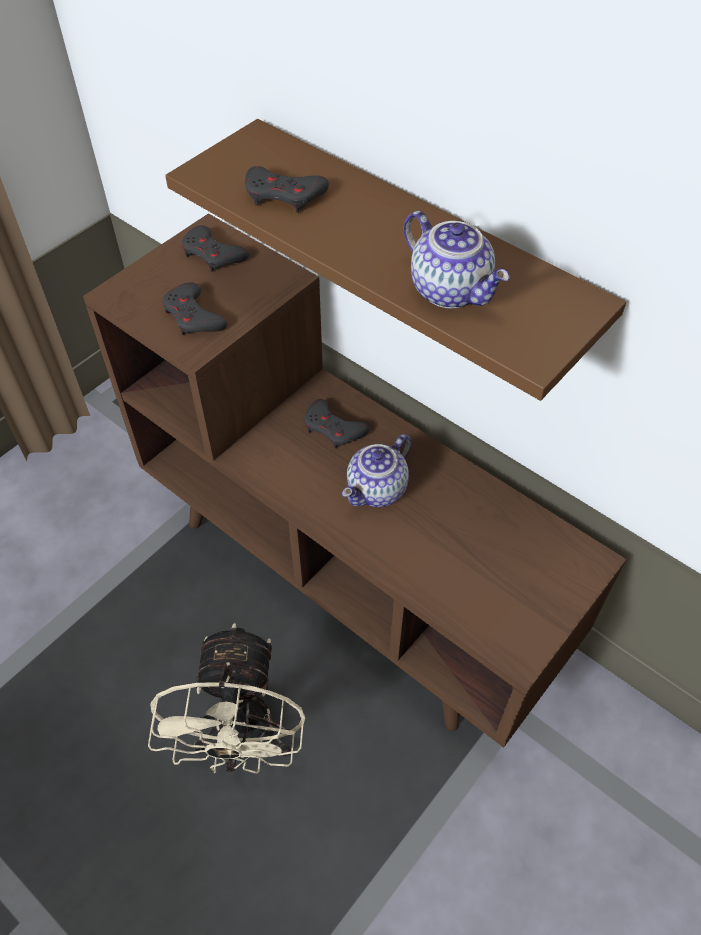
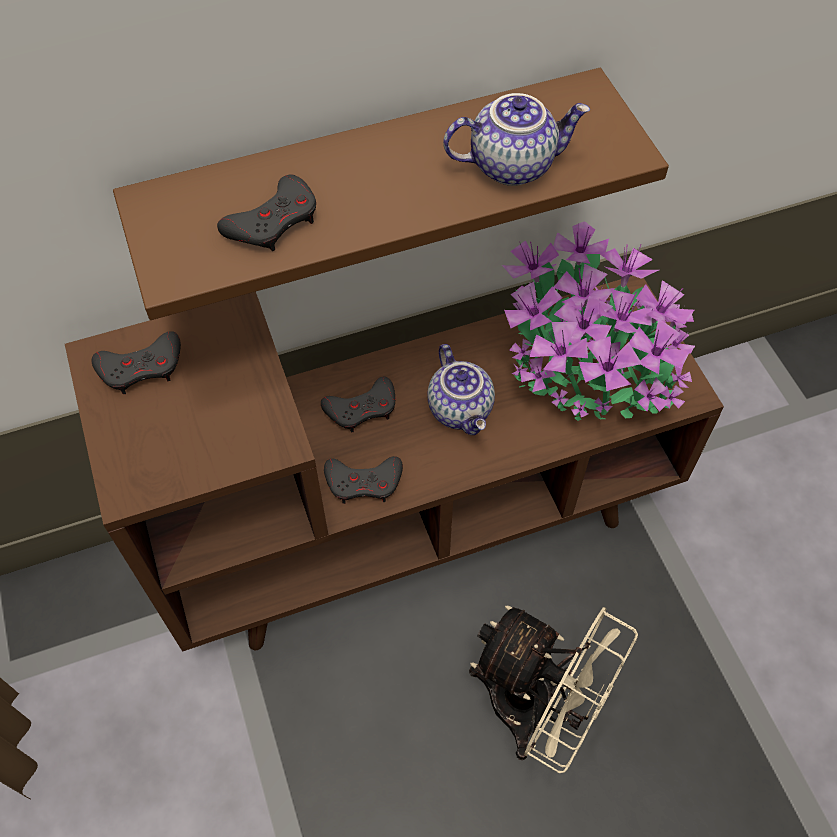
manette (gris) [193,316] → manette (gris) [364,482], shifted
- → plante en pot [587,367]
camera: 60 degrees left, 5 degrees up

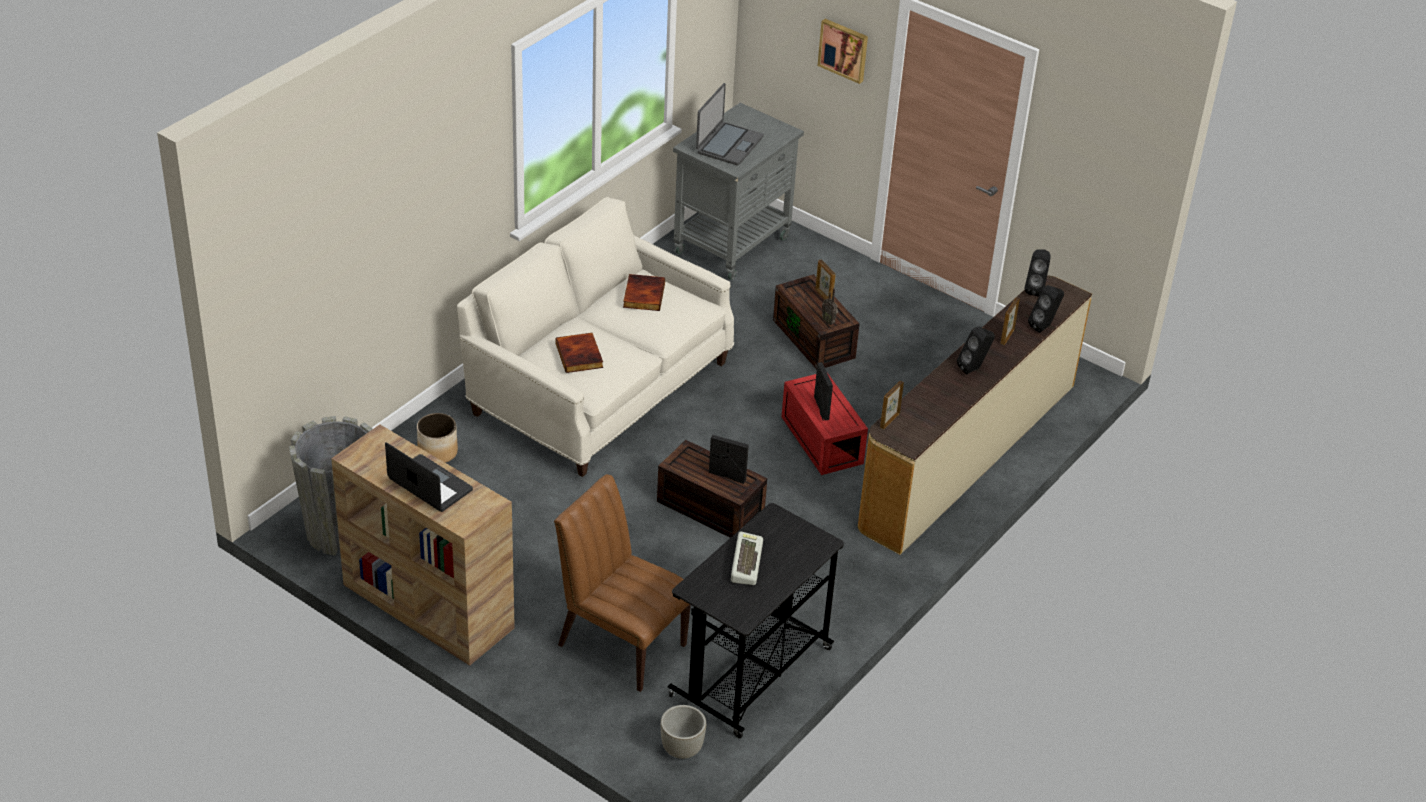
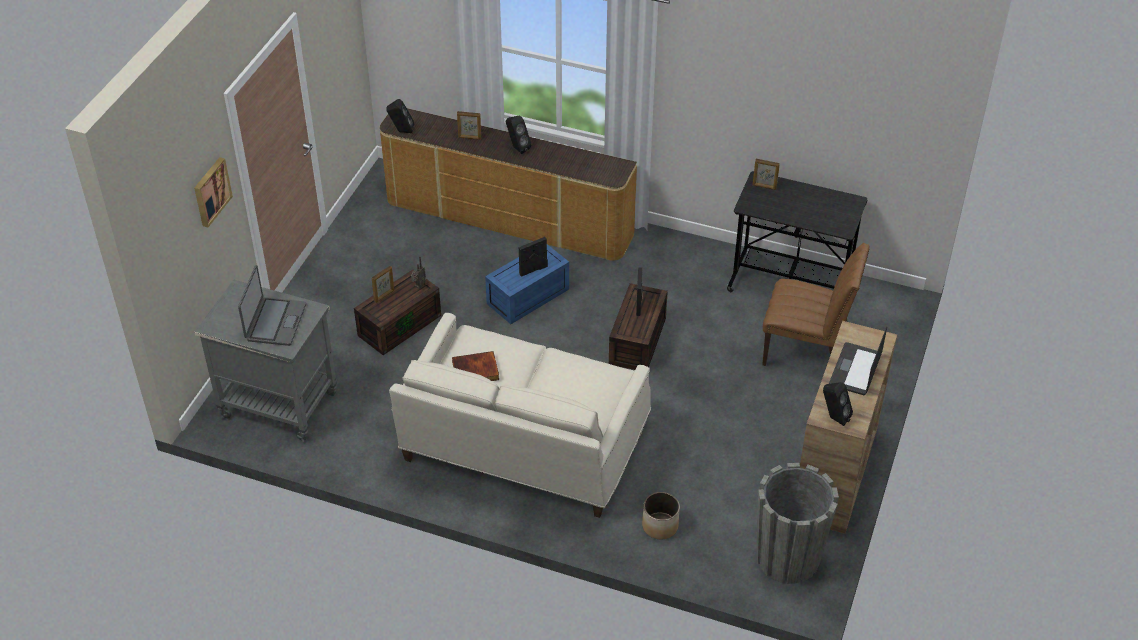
chaise (marron) [623,645] → chaise (marron) [805,353], 90 degrees counterclockwise
livre [580,355] → -
cache-pot (gris) [681,749] → -
ordinateur portable [729,144] → ordinateur portable [275,322], 90 degrees clockwise
clavier [745,562] → -
boîte de rangement (rouge) [820,439] → boîte de rangement (bleu) [528,297]
cadre photo [889,420] → cadre photo [764,187], shifted
enceinte (noir) [1044,326] → enceinte (noir) [834,418], shifted
camera: 105 degrees left, 5 degrees up

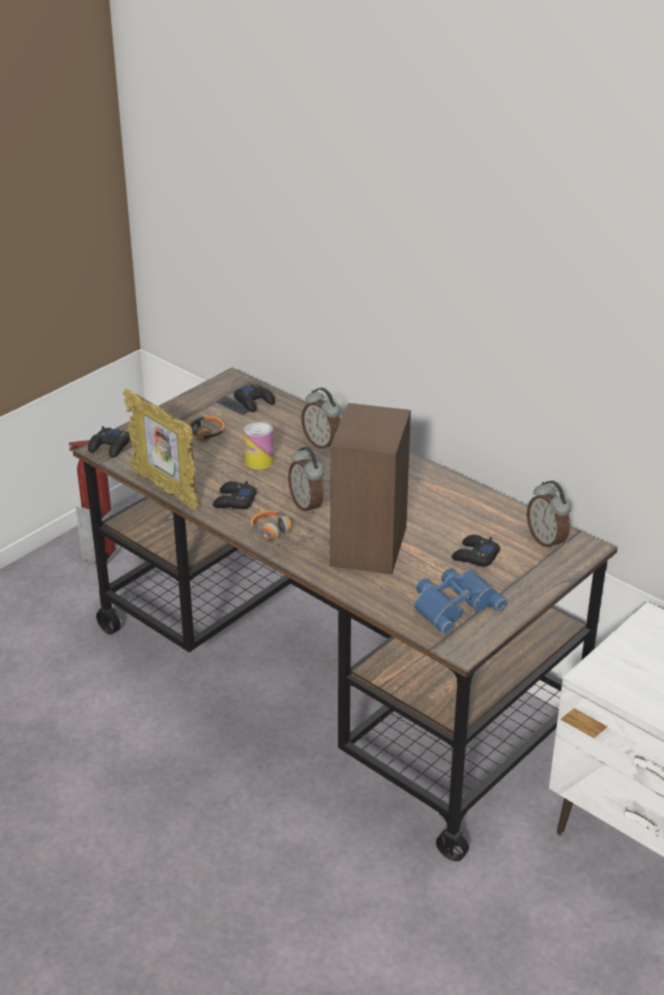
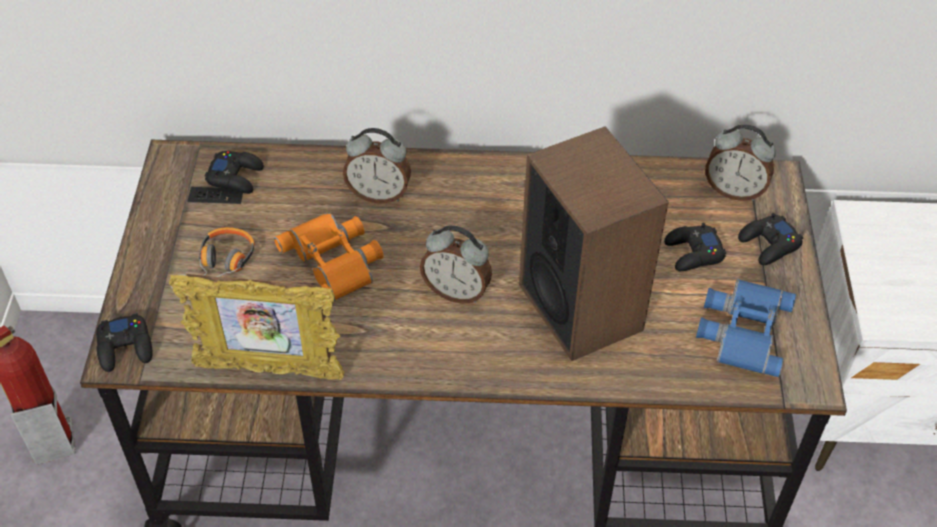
manette (noir) [234,501] → manette (noir) [769,244], shifted
boîte métallique [259,461] → jumelles (orange) [335,260]
casque audio [279,538] → -
camera: 40 degrees left, 15 degrees up

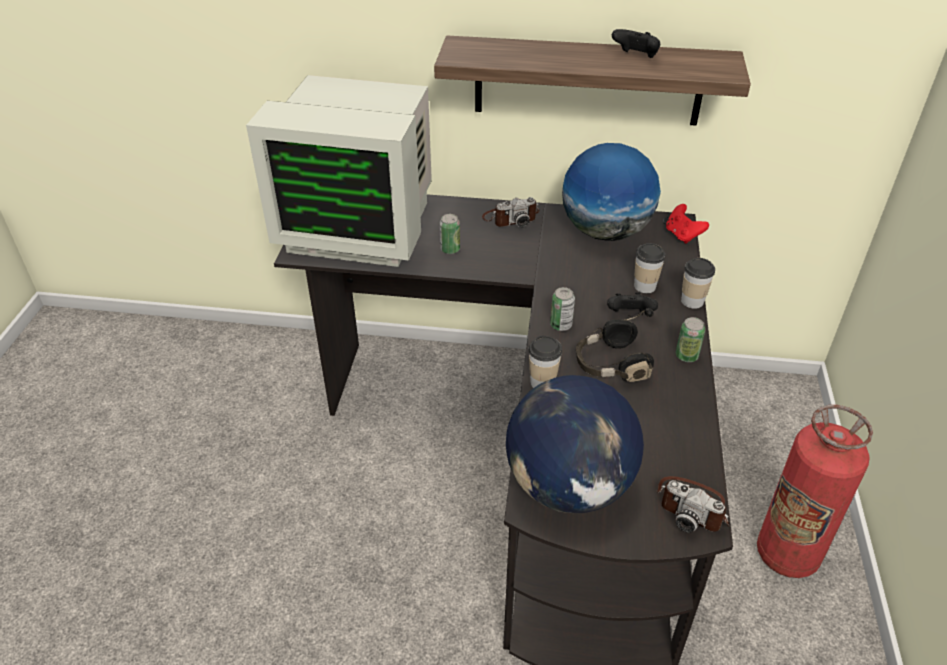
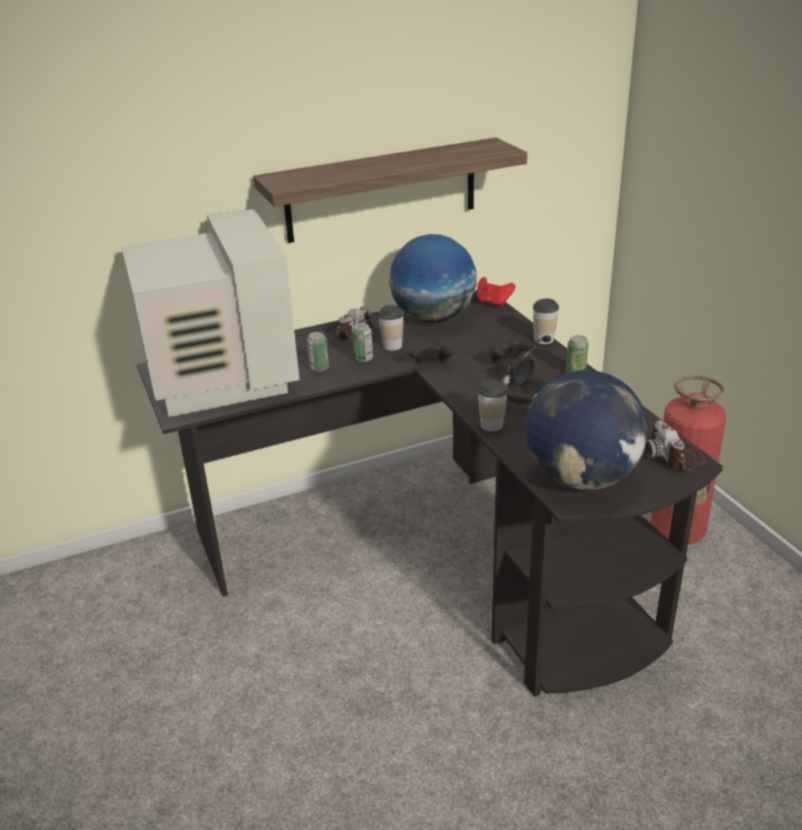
écran d'ordinateur [359,226] → écran d'ordinateur [218,377], 90 degrees counterclockwise
boîte métallique [561,325] → boîte métallique [363,359], shifted
manette (noir) [635,57] → manette (noir) [431,365], shifted
tasse [645,286] → tasse [392,346], shifted
appareil photo [692,506] → appareil photo [675,455], 75 degrees clockwise
camera: 30 degrees left, 10 degrees down

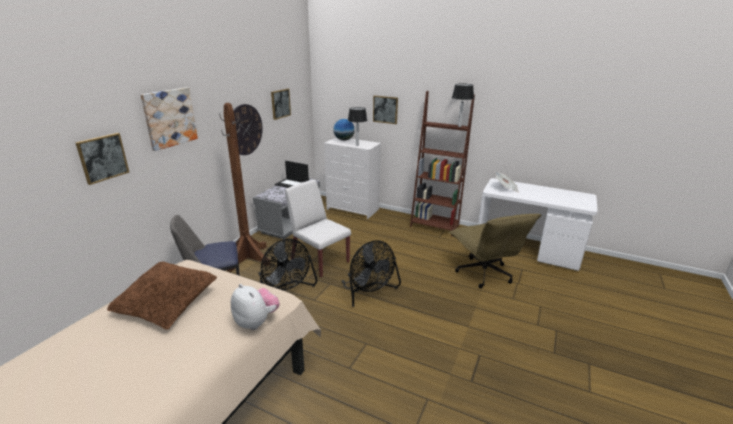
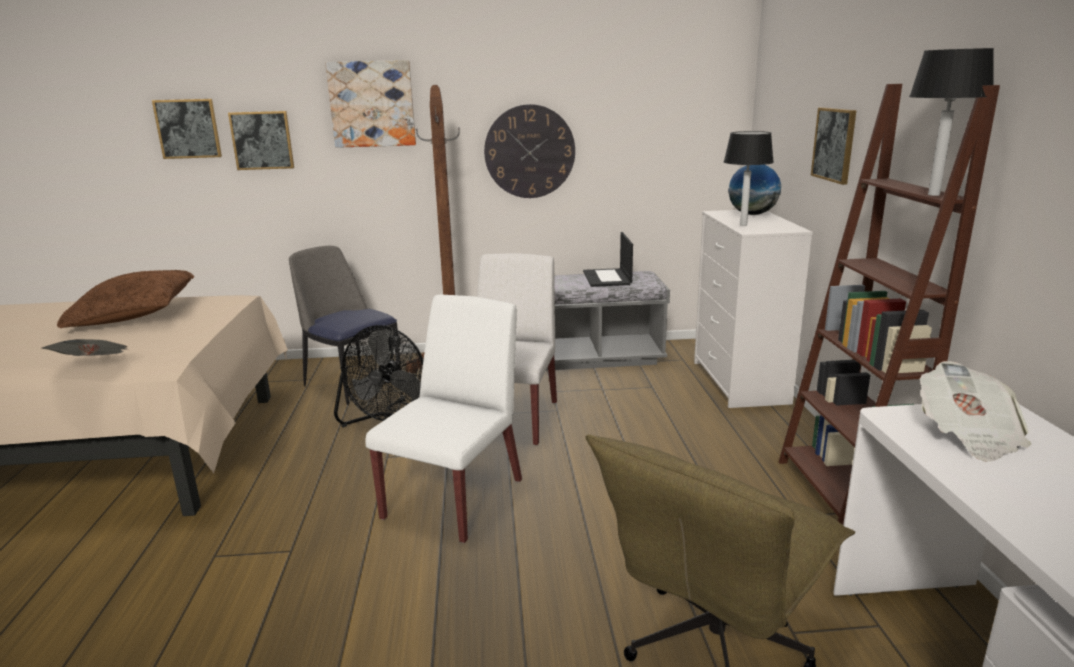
peluche [256,322] → journal [94,366]
tableau [280,103] → tableau [188,128], shifted
ventilateur (noir) [367,292] → chaise (blanc) [455,498]
camera: 60 degrees right, 5 degrees down

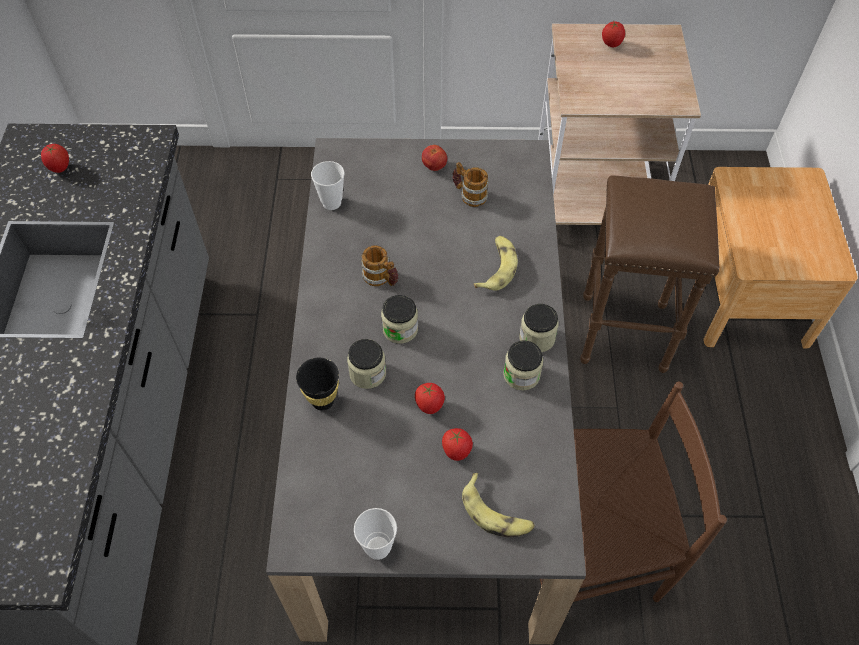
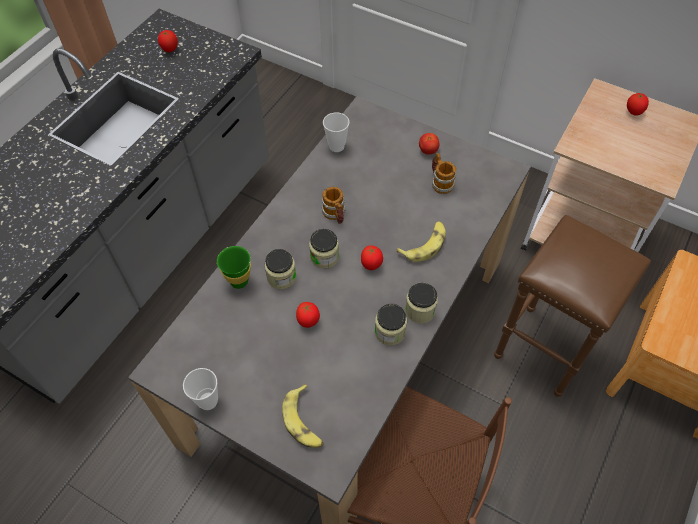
tasse (noir) [322,400] → tasse (vert) [239,281]
tomate [457,451] → tomate [371,265], shifted
camera: 30 degrees right, 0 degrees up

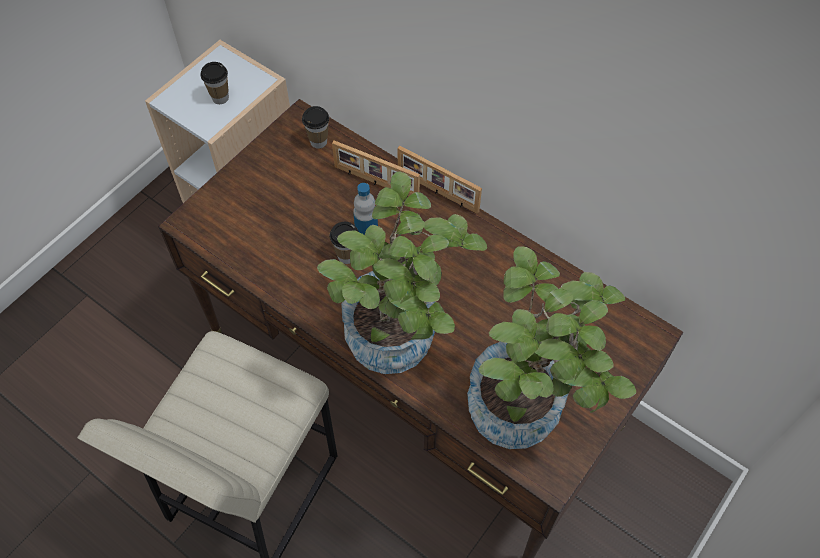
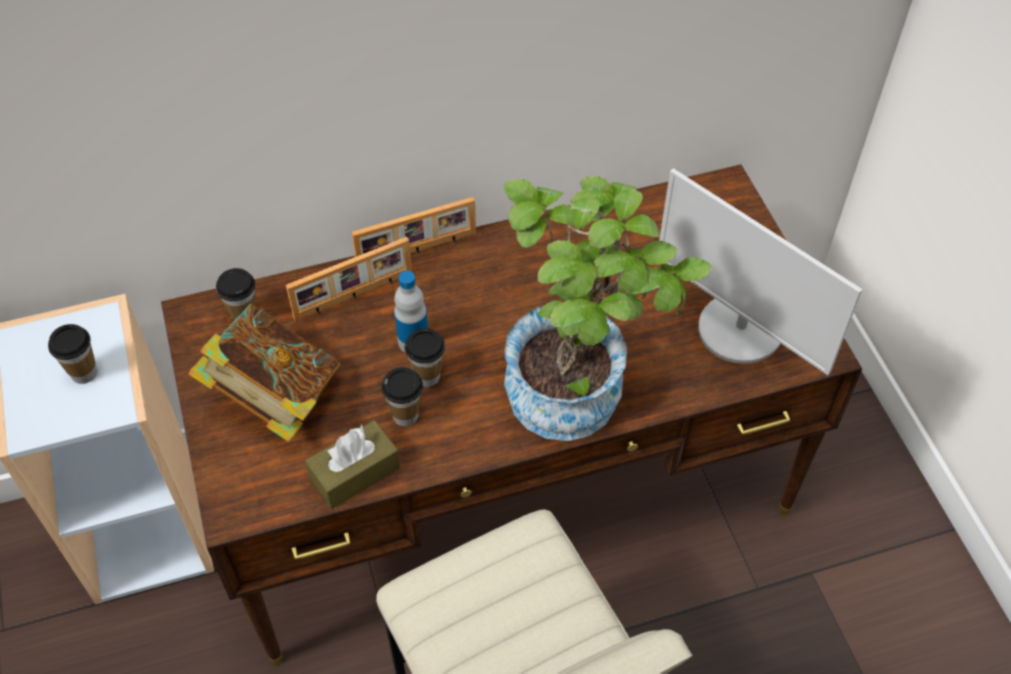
plante en pot [527,412] → écran d'ordinateur [740,330]
- → livre [275,397]
- → boîte à mouchoirs (marron) [355,473]
- → tasse [405,415]
camera: 55 degrees left, 5 degrees down

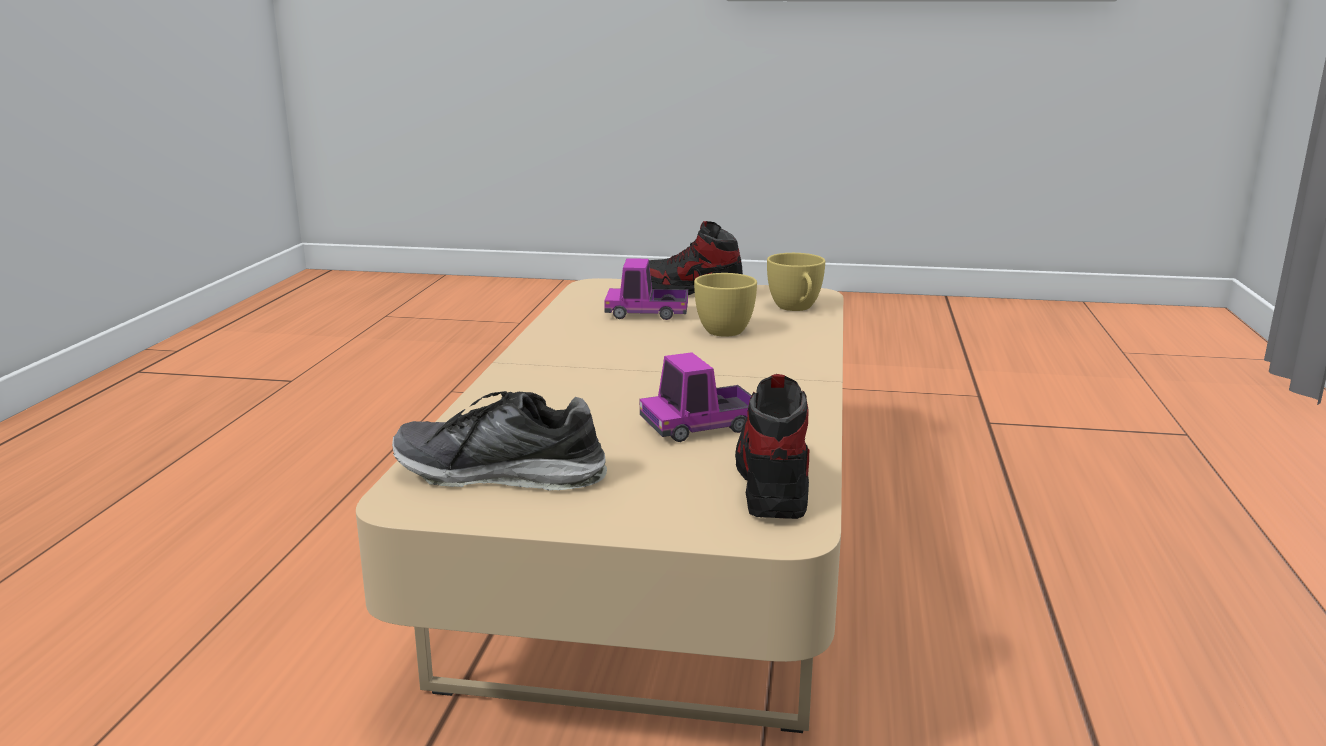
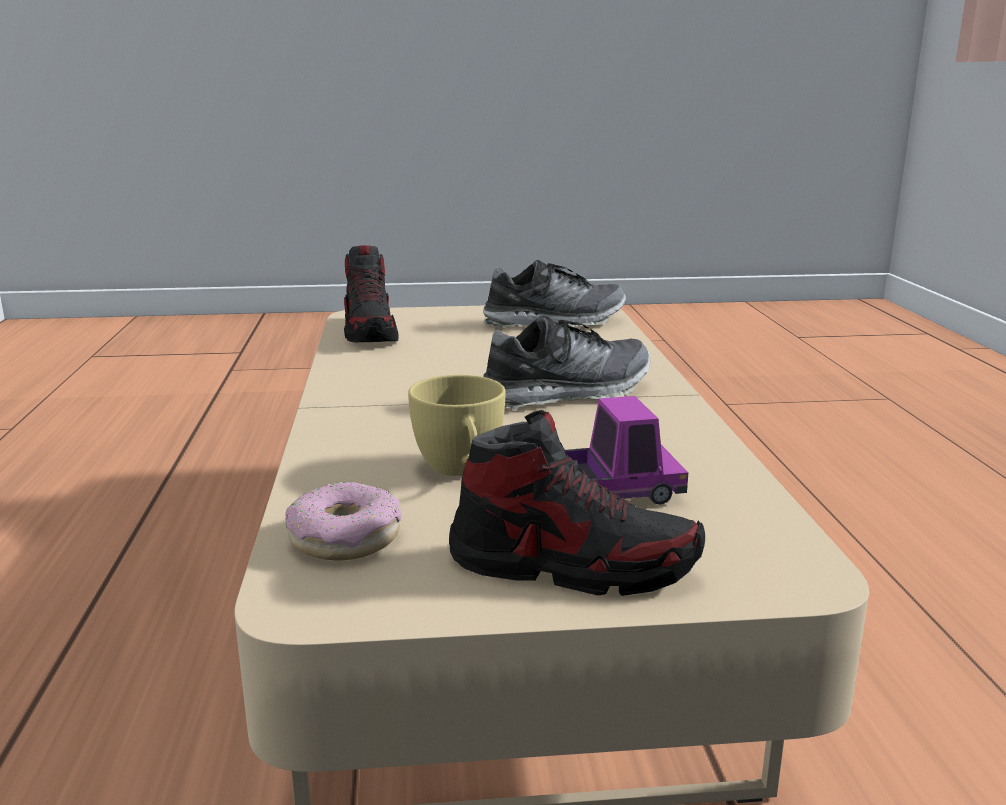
camion jouet [701,426] → -
tasse (jaune) [796,308] → beignet [345,538]
- → chaussure [567,393]
camera: 165 degrees right, 0 degrees up

